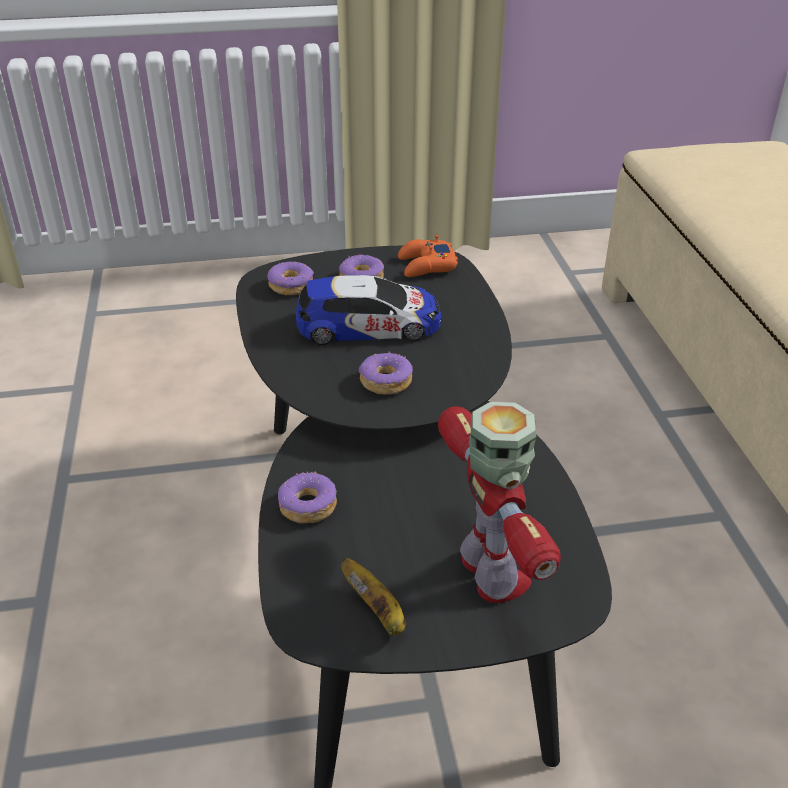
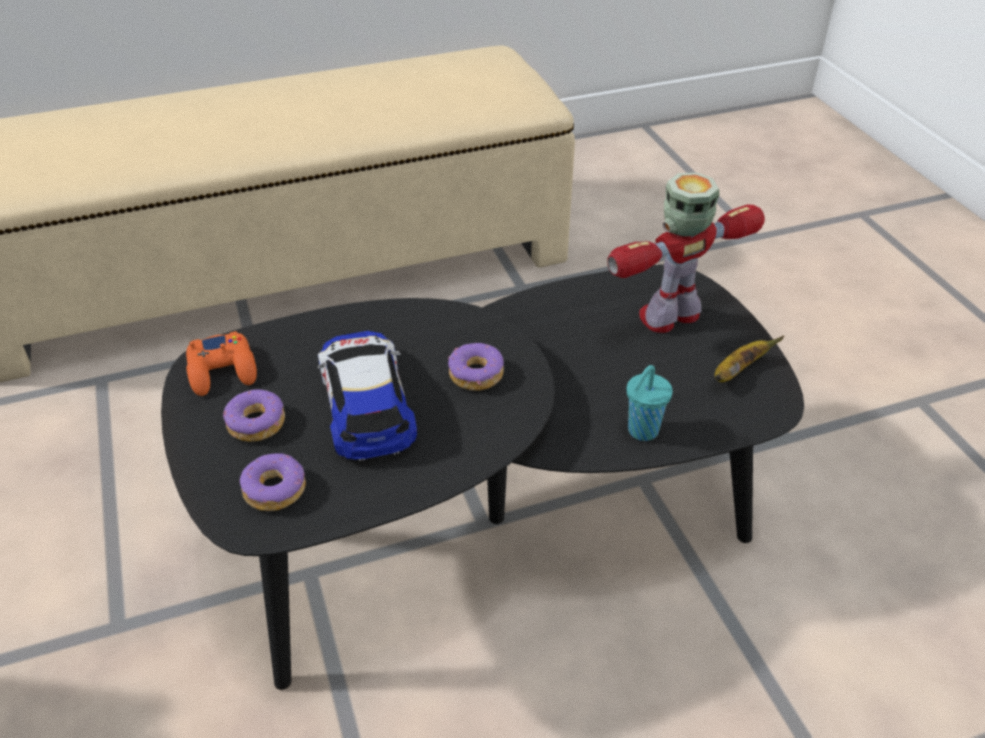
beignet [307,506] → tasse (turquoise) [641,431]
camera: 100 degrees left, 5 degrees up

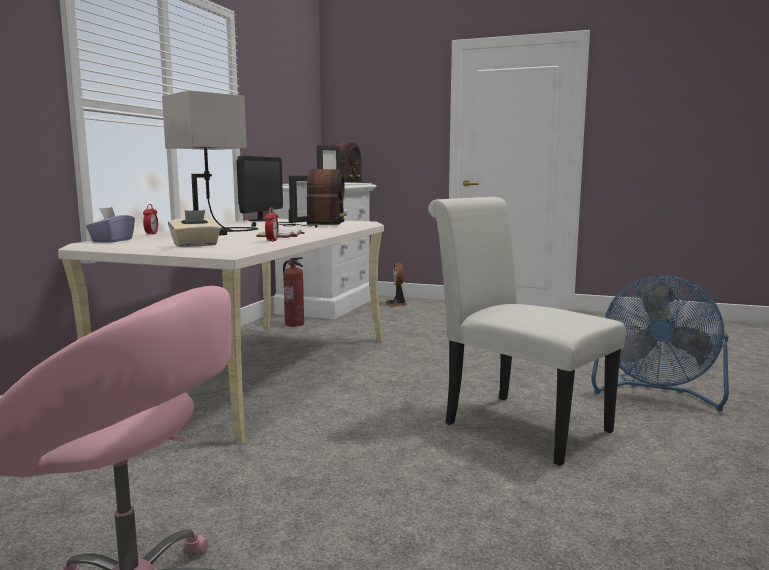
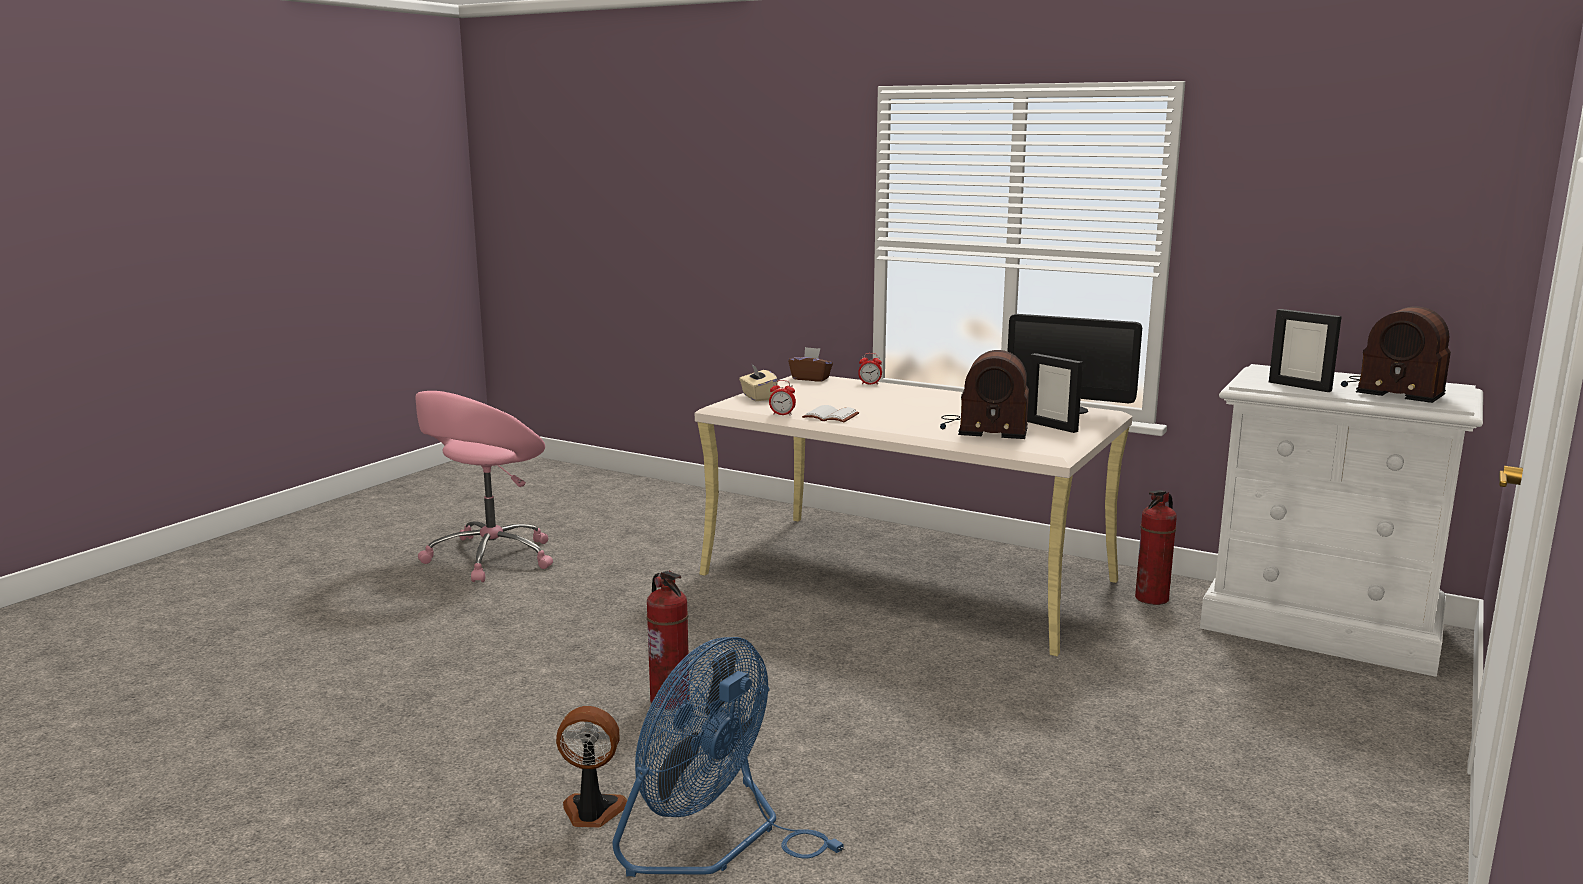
boîte à mouchoirs (violet) [112,241] → boîte à mouchoirs (marron) [810,378]
lampe de table [221,232] → -
ventilateur [396,304] → ventilateur [592,812], shifted
chaise (blanc) [517,424] → extincteur [671,700]
camera: 100 degrees right, 5 degrees up

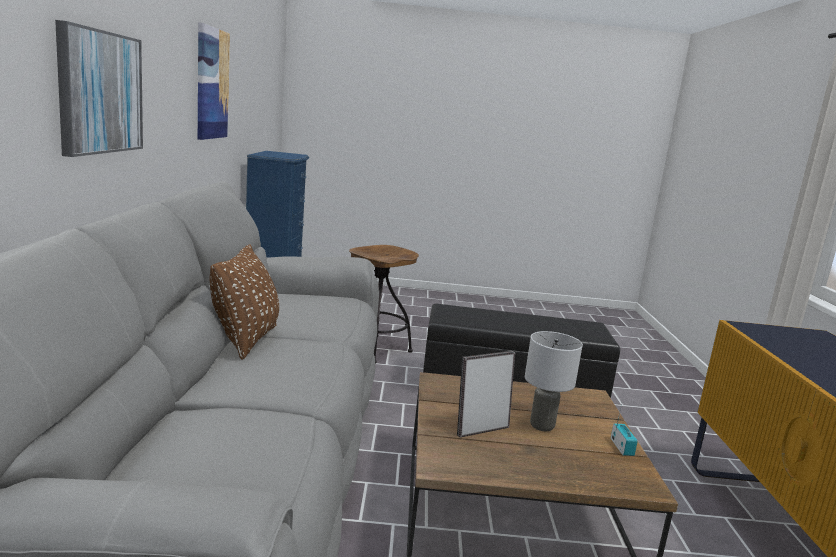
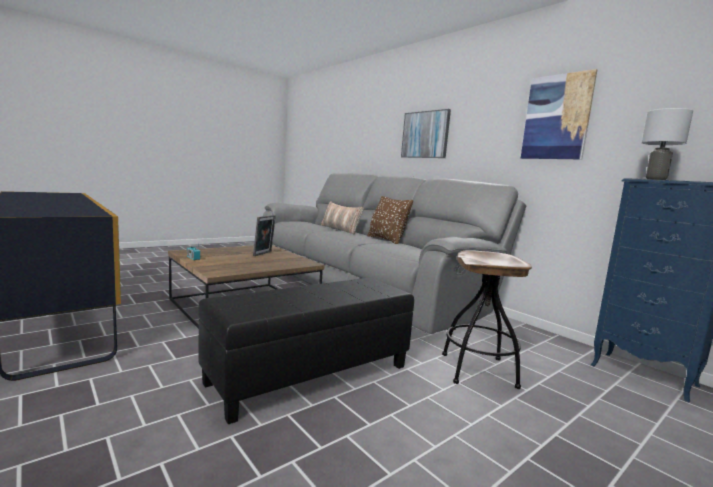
lampe de table (blanc) [543,427] → lampe de table (blanc) [655,179], shifted
- → coussin [340,229]
camera: 140 degrees right, 5 degrees down

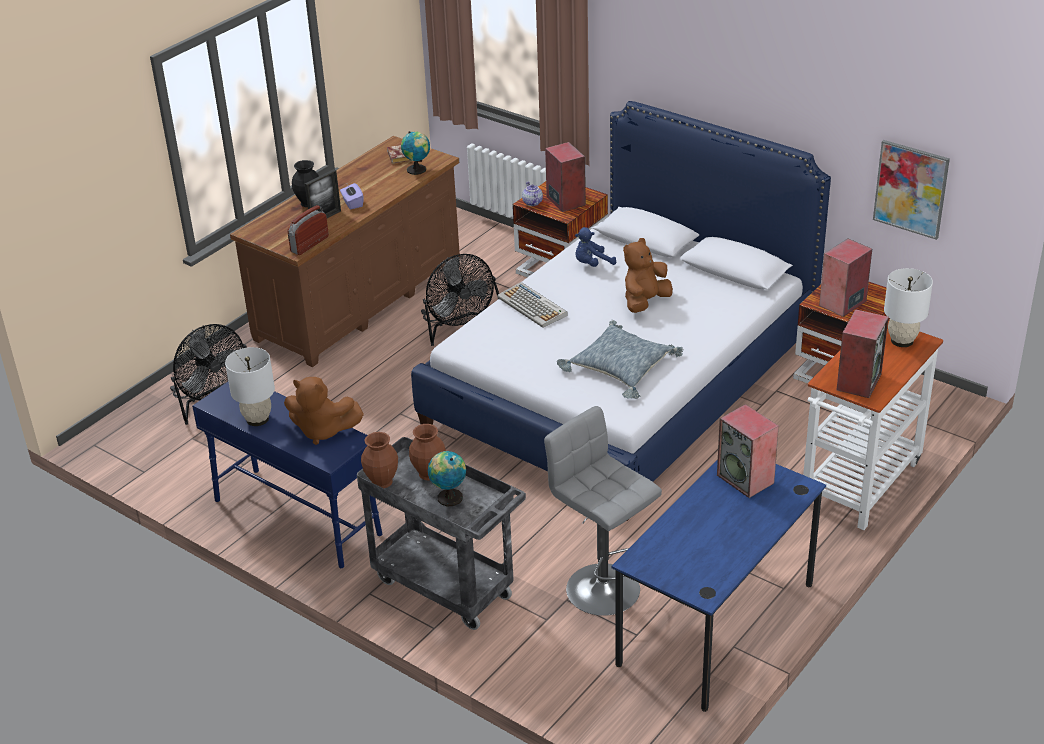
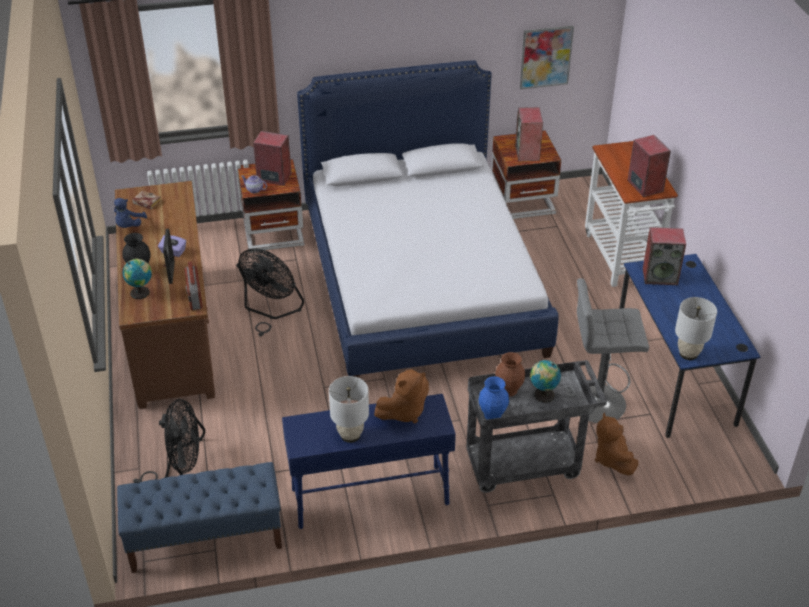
vase (marron) [381,482] → vase (bleu) [492,415]
globe [418,170] → globe [141,292], shifted
ventilateur (noir) [456,326] → ventilateur (noir) [267,309], 75 degrees counterclockwise
clavier [533,306] → -
coussin [620,364] → -
peluche (bleu) [592,264] → peluche (bleu) [129,226], shifted
peluche (marron) [645,302] → peluche (marron) [612,459], shifted
lampe de table (blanc) [902,341] → lampe de table (blanc) [688,353], shifted
- → banc (bleu) [205,539]
camera: 50 degrees left, 5 degrees up

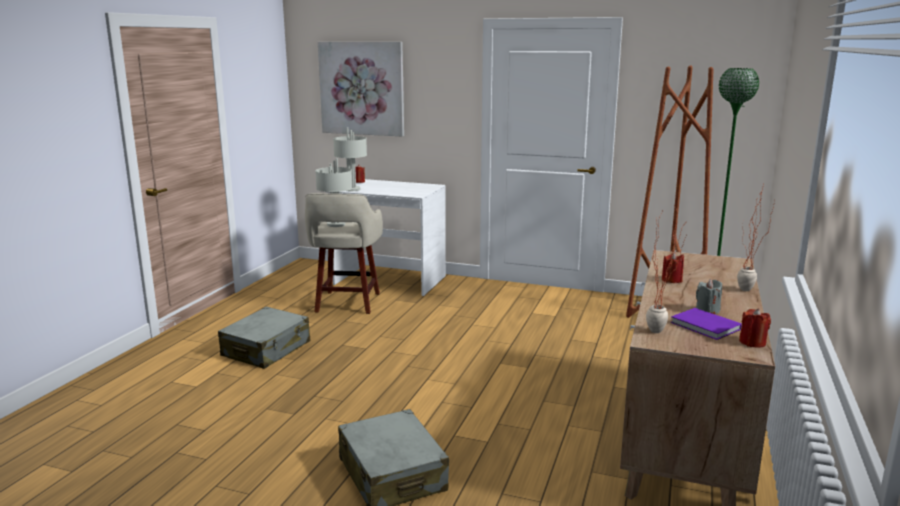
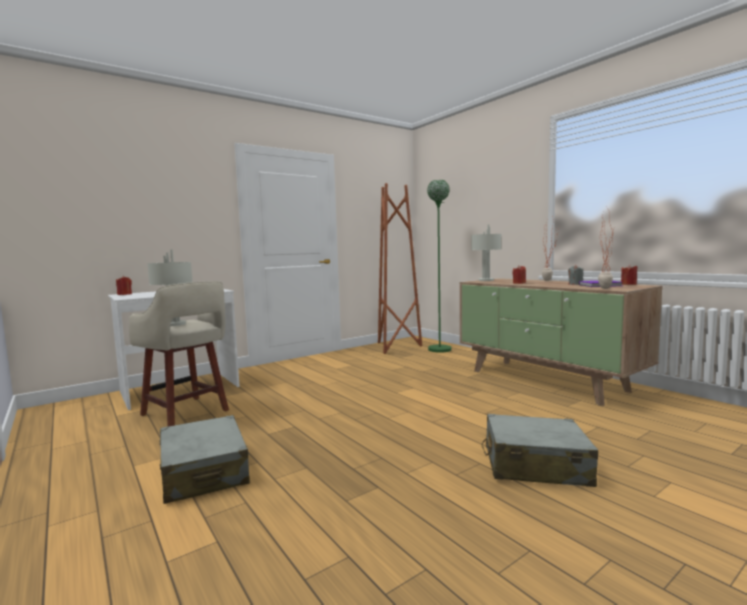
tableau [362,88] → -
lampe de table (gris) [351,189] → lampe de table (gris) [485,280], shifted
camera: 55 degrees left, 10 degrees down

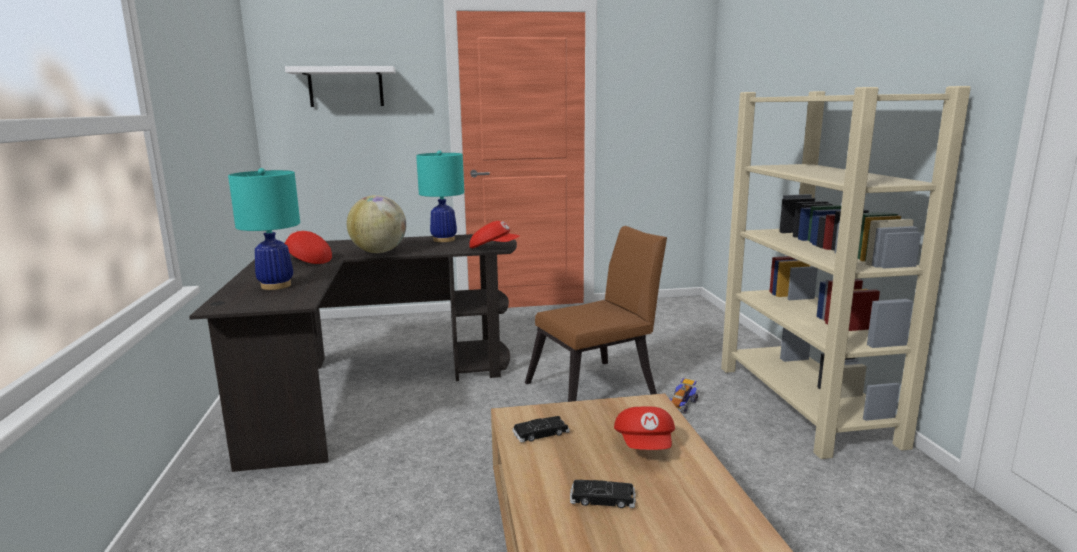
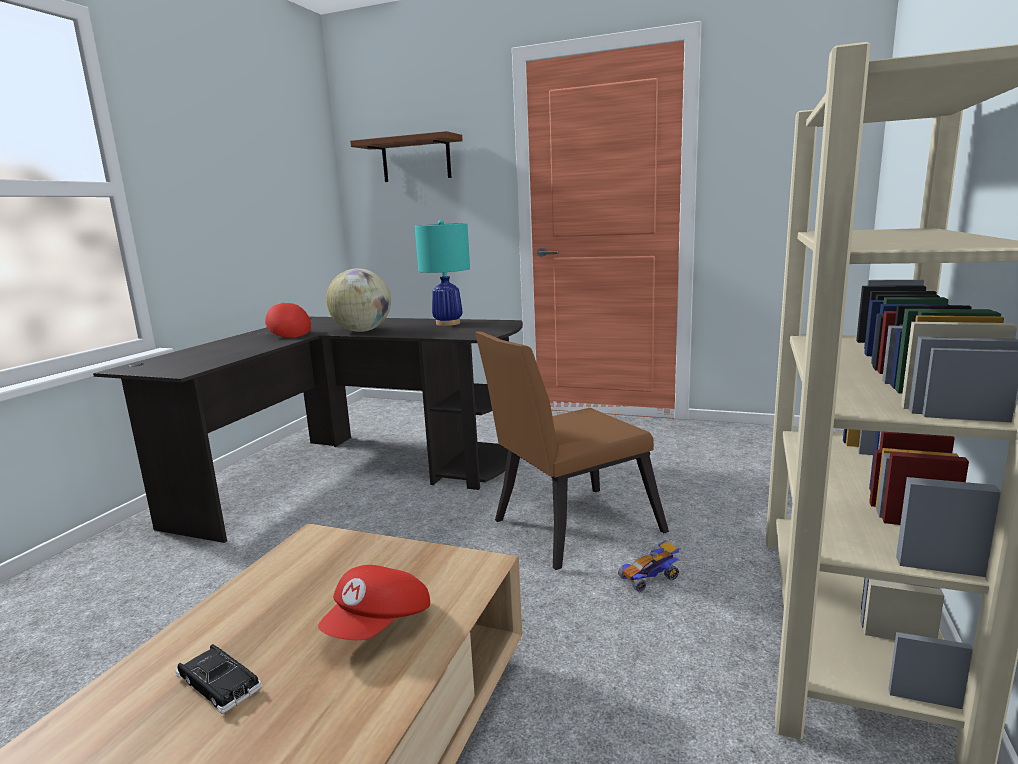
lampe de table (turquoise) [276,286] → -
étagère (blanc) [346,87] → étagère (marron) [416,159]
casquette (rouge) [494,248] → -
petite voiture (noir) [541,433] → -
chaise (marron) [598,388] → chaise (marron) [567,528], 150 degrees clockwise
camera: 30 degrees right, 0 degrees up

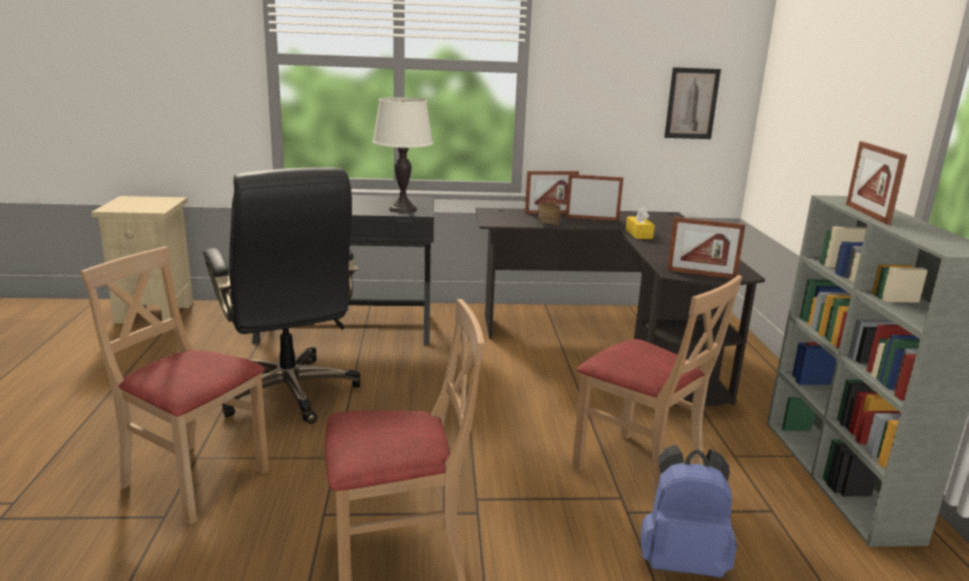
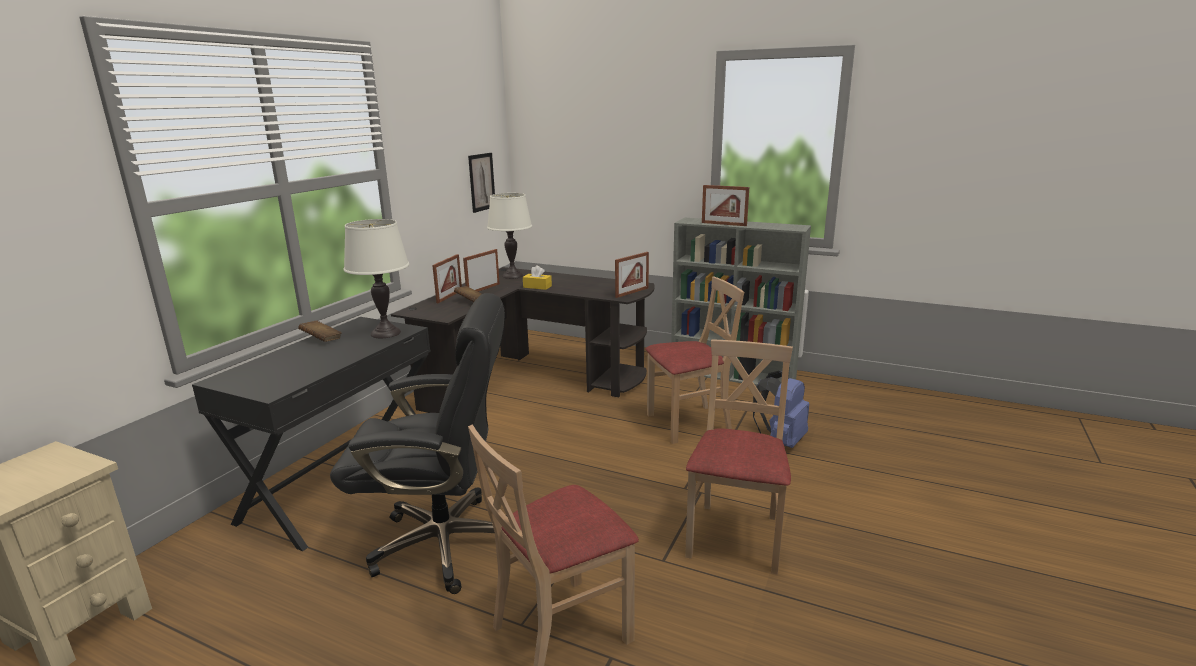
- → livre (marron) [321,339]
- → lampe de table (blanc) [512,276]
camera: 60 degrees left, 0 degrees up

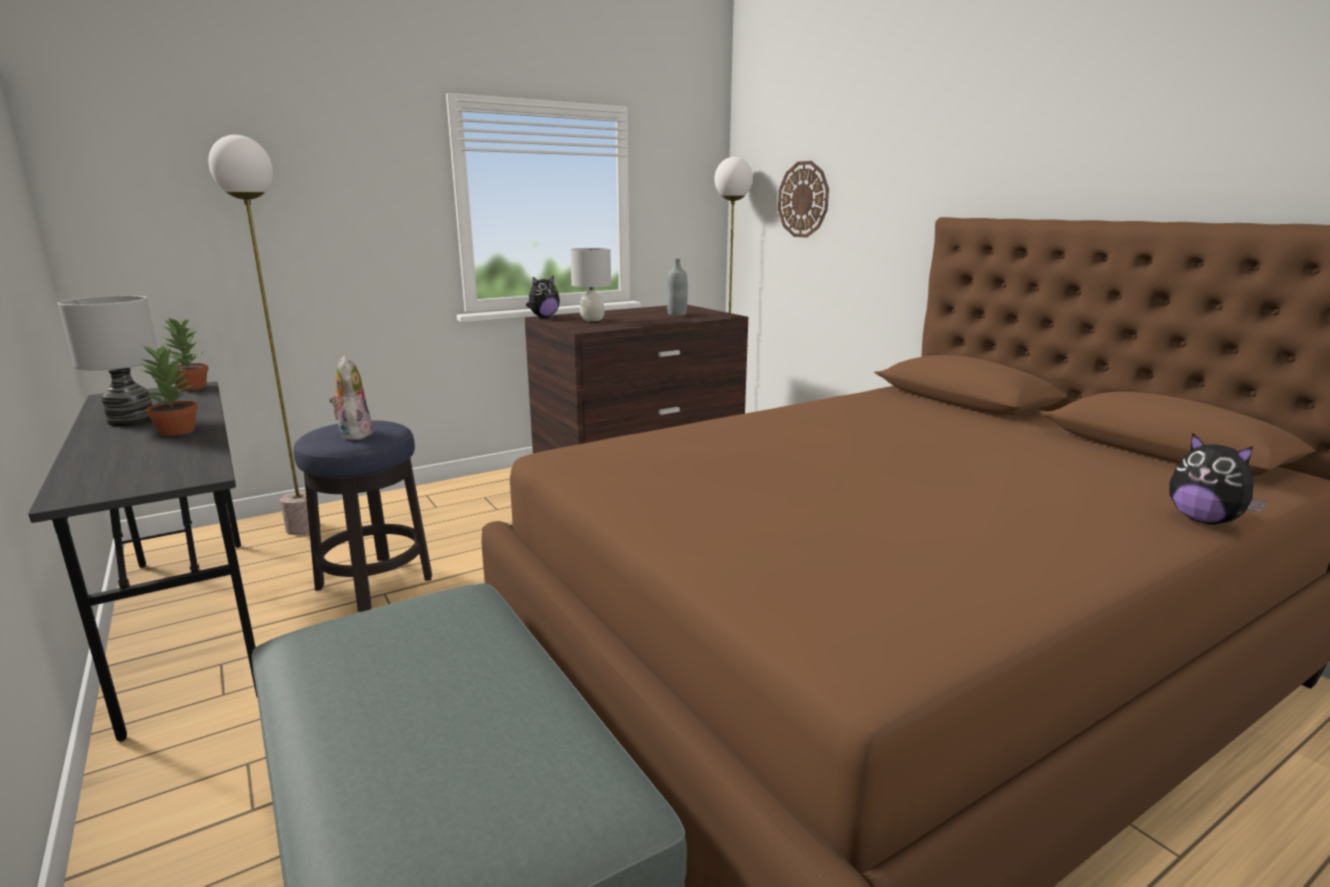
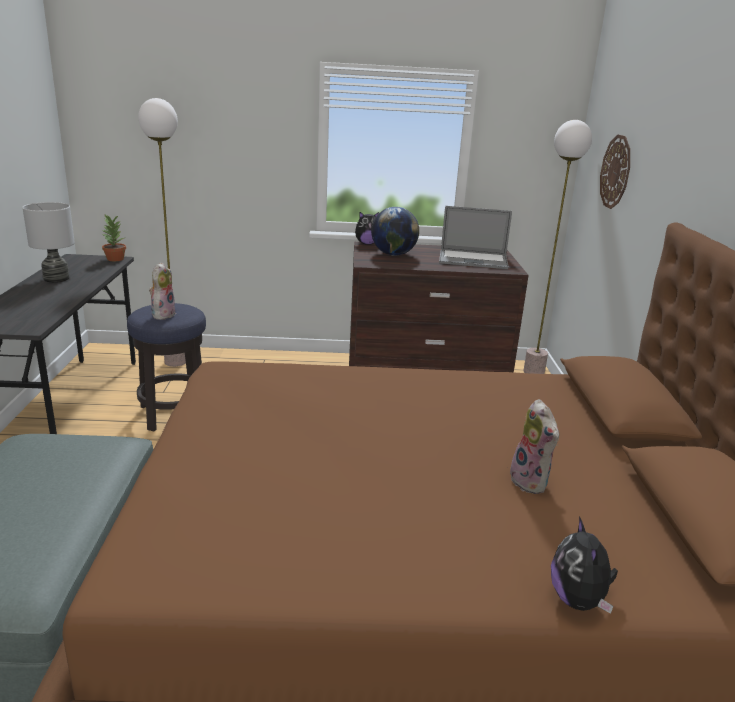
plante en pot [177,431] → -
lampe de table (gris) [591,320] → globe [393,254]
bouteille (gris) [677,314] → ordinateur portable [473,260]
- → peluche [532,482]
camera: 30 degrees right, 5 degrees up

